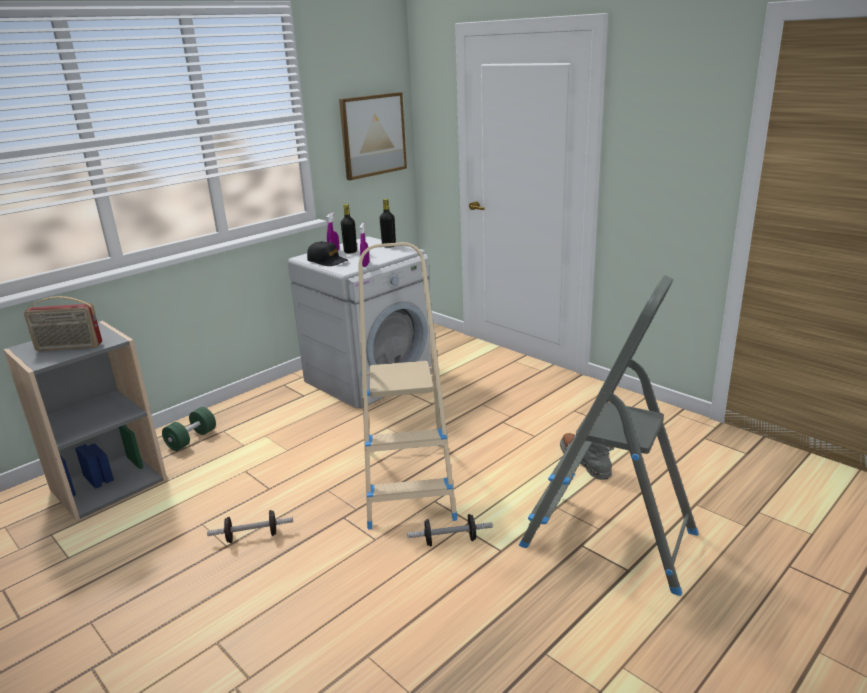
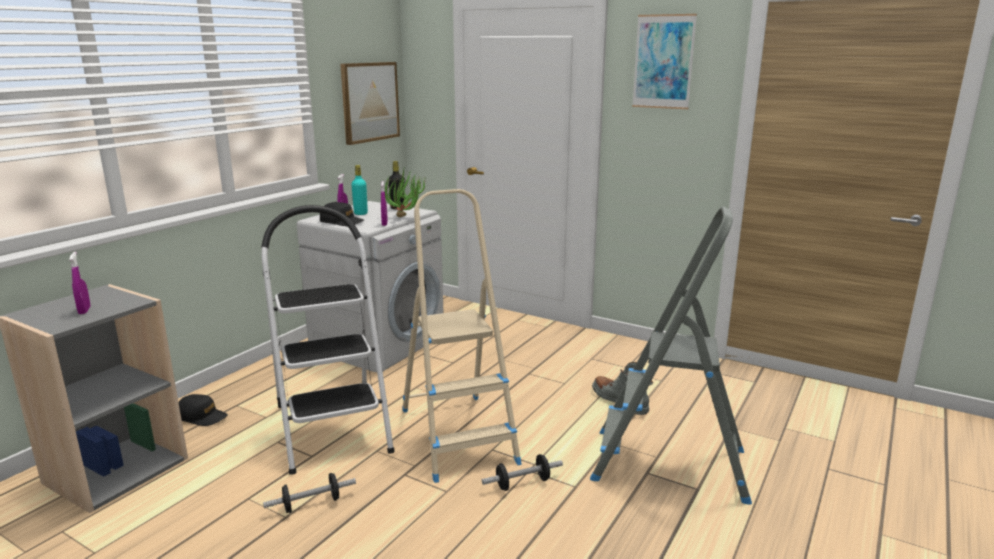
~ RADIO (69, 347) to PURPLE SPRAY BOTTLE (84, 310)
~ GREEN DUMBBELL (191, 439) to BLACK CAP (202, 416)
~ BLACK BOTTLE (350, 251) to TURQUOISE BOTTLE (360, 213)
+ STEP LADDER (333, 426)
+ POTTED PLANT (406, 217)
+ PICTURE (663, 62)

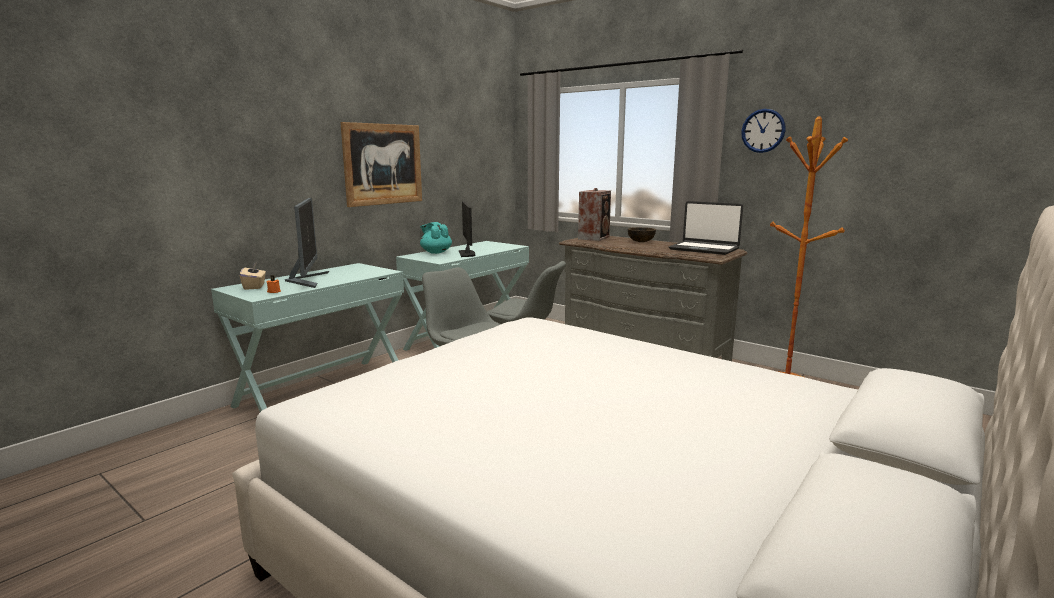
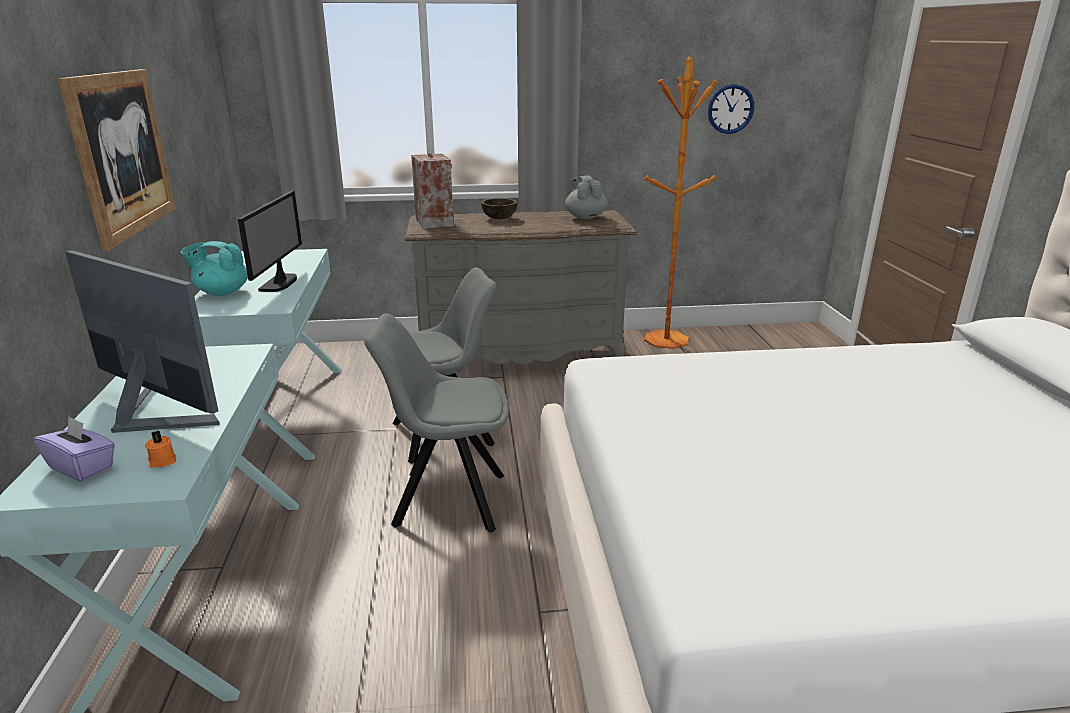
~ BEIGE TISSUE BOX (254, 286) to PURPLE TISSUE BOX (82, 467)
~ MONITOR (467, 254) = (280, 283) 60 degrees clockwise
~ LAPTOP (704, 249) to GREY TEAPOT (585, 217)
~ WALL CLOCK (763, 130) to (730, 109)

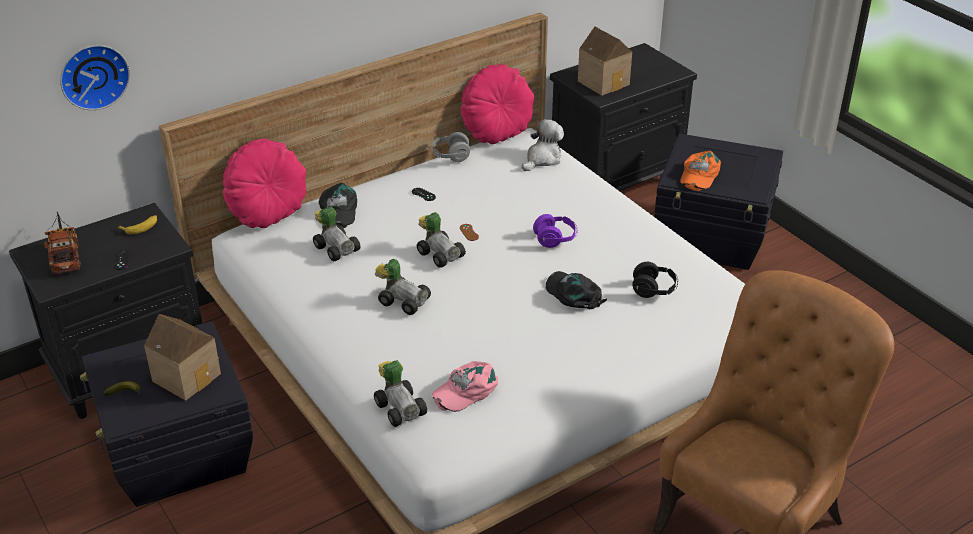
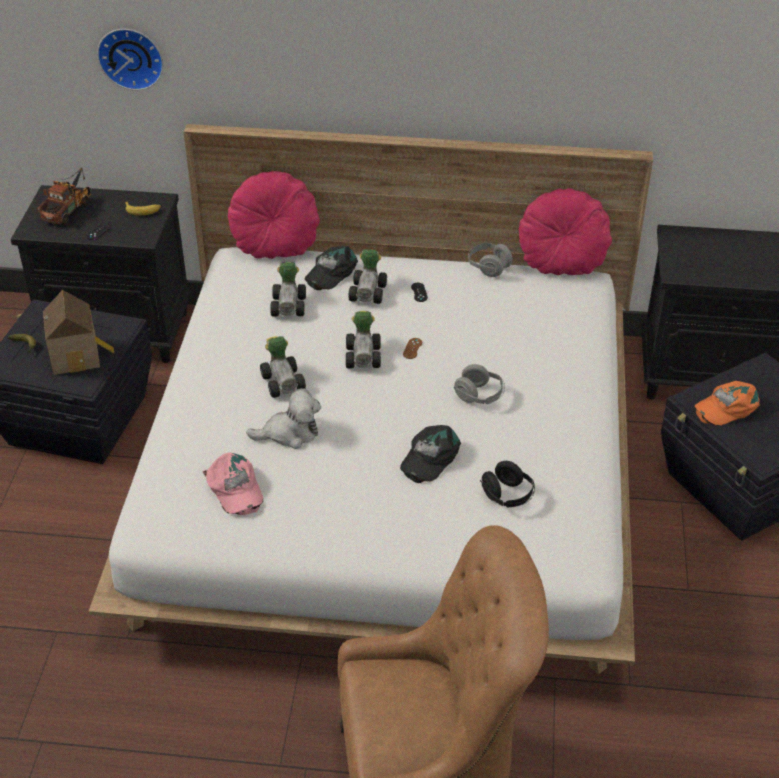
~ TOY CAR (400, 407) to (369, 291)
~ PINK CAP (466, 390) = (234, 489) 120 degrees counterclockwise
~ PLUSH TOY (542, 159) to (289, 433)
~ PURPLE HEADPHONES (555, 239) to GREY HEADPHONES (479, 396)
~ BLACK CAP (574, 294) = (429, 457) 150 degrees counterclockwise
- TOY HOUSE (605, 82)

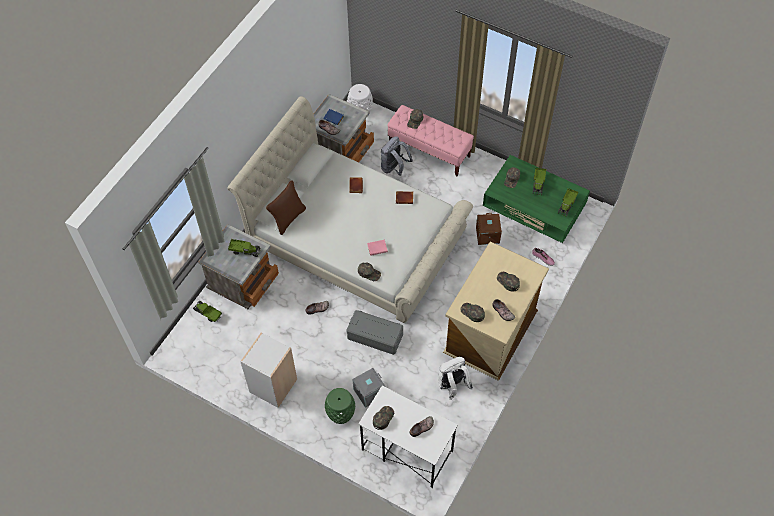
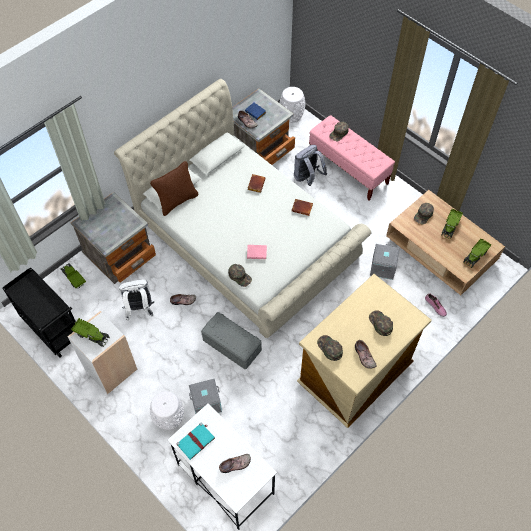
~ TOY TRUCK (245, 250) to (92, 335)
~ GREEN STOOL (340, 413) to WHITE STOOL (169, 418)
~ GREEN CAP (383, 418) to TURQUOISE BOOK (196, 441)
~ WHITE BACKPACK (452, 386) to (139, 309)
~ BROWN STORAGE BOX (487, 235) to GREY STORAGE BOX (382, 267)
~ GREEN COFFEE TABLE (534, 207) to BROWN COFFEE TABLE (440, 250)
+ BLACK CART (54, 331)

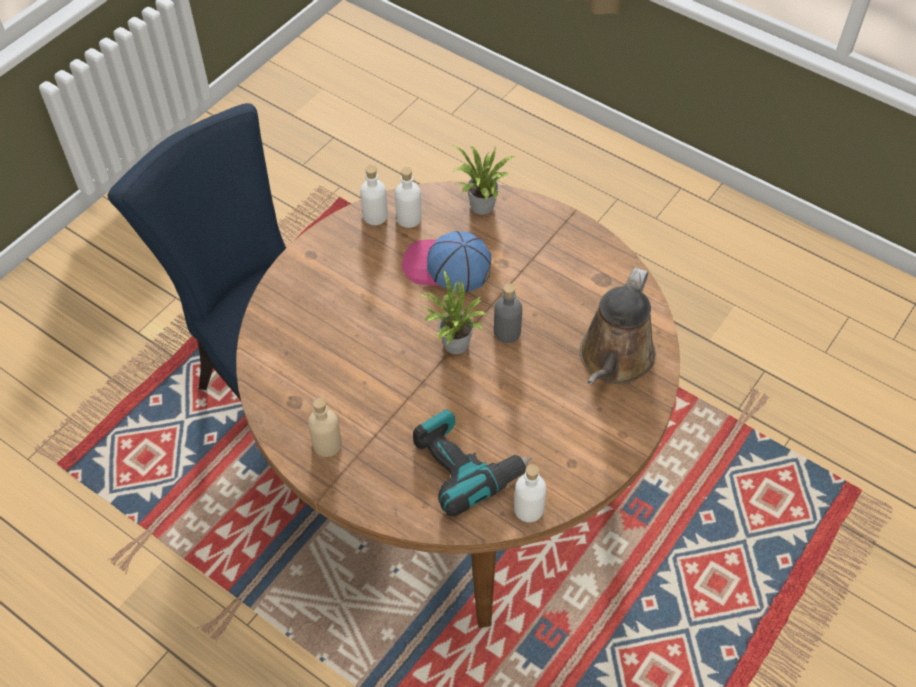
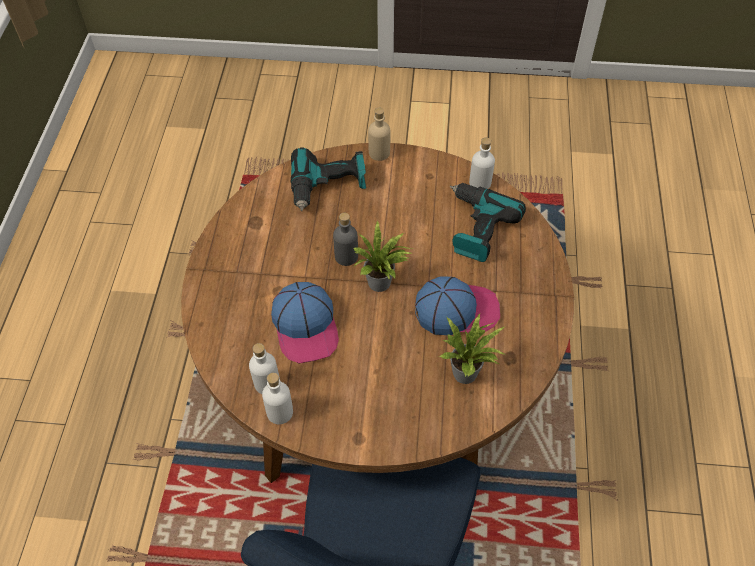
~ BEIGE BOTTLE (327, 444) to (379, 153)
~ POTTED PLANT (481, 208) to (468, 373)
~ BROWN WATERING CAN (614, 360) to POWER DRILL (328, 187)
+ CAP (457, 310)

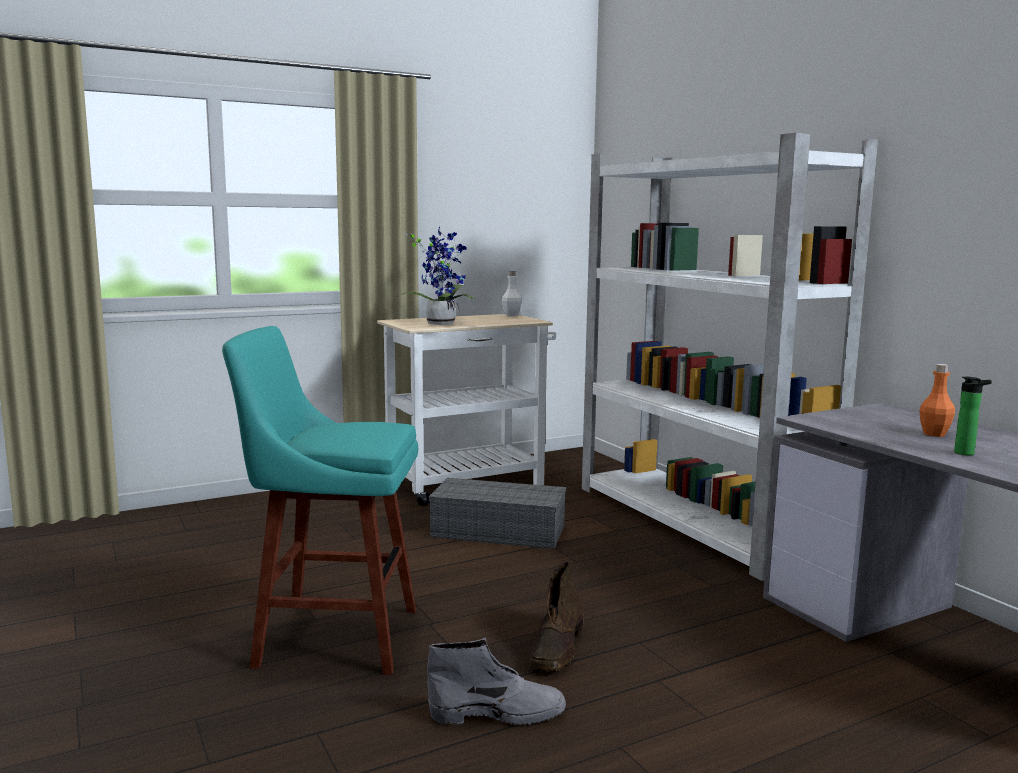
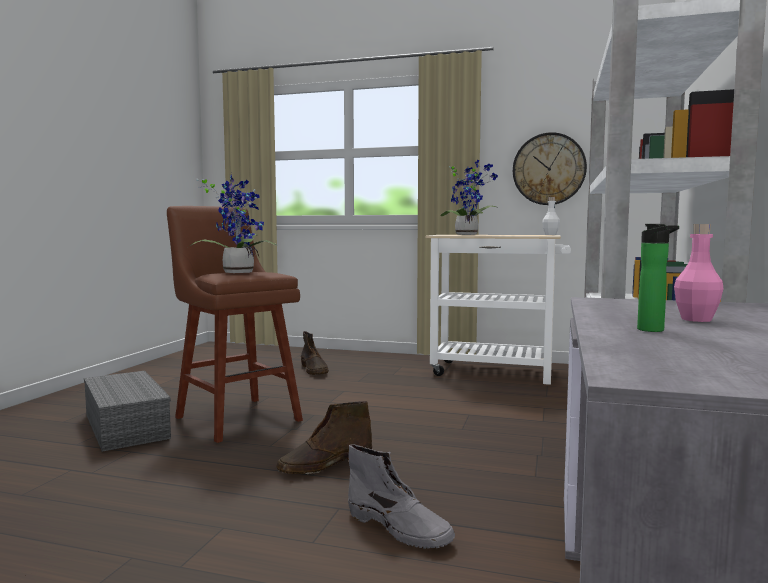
~ TURQUOISE STOOL (333, 636) to BROWN STOOL (237, 418)
~ GREY BOOT (498, 713) to (399, 528)
~ GREY STORAGE BOX (496, 532) to (124, 426)
~ ORANGE BOTTLE (934, 434) to PINK BOTTLE (696, 319)
+ POTTED PLANT (238, 272)
+ BROWN BOOT (314, 370)
+ WALL CLOCK (549, 169)

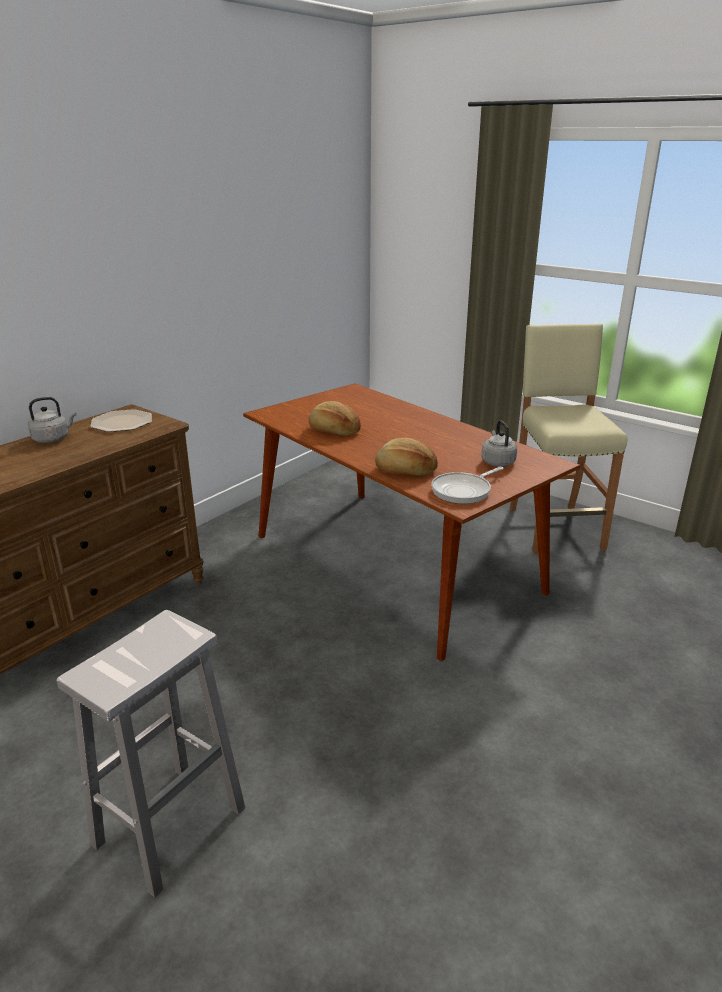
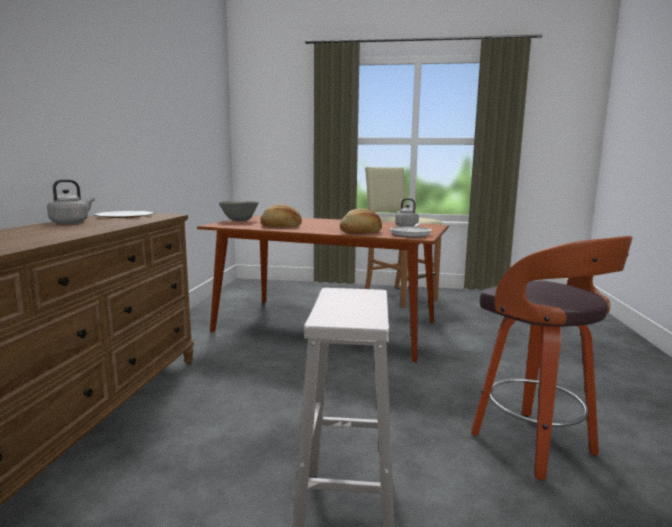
+ GREY BOWL (239, 220)
+ STOOL (535, 445)

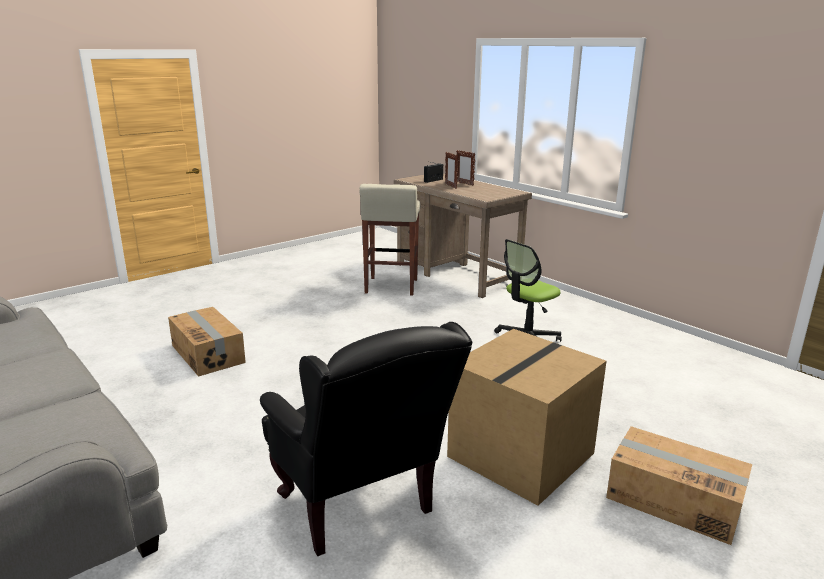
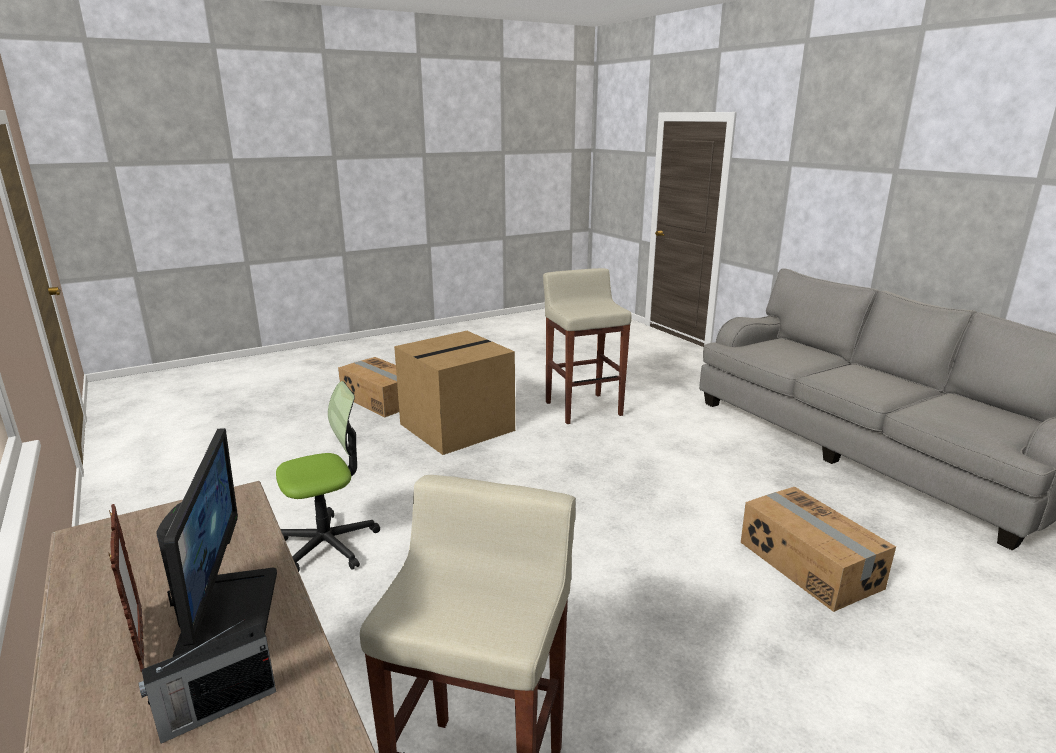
~ BLACK ARMCHAIR (363, 513) to BEIGE STOOL (583, 408)
~ PICTURE FRAME (450, 186) to MONITOR (226, 612)

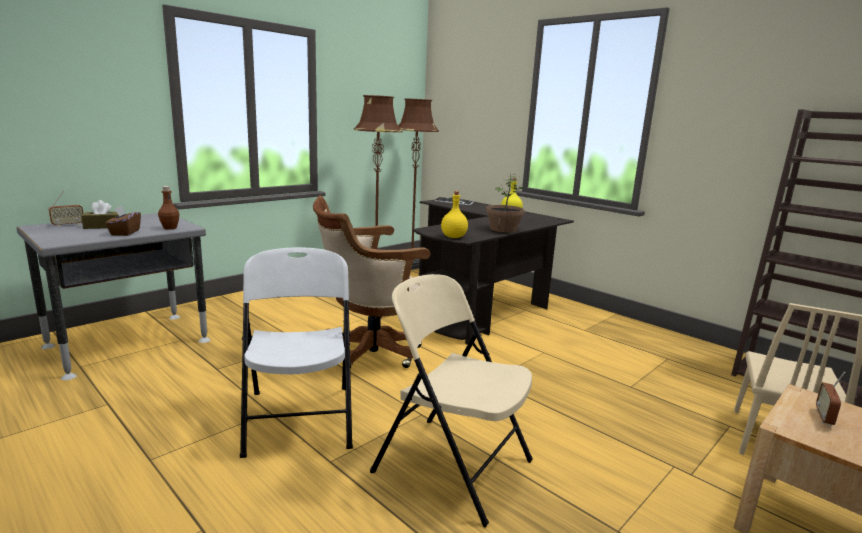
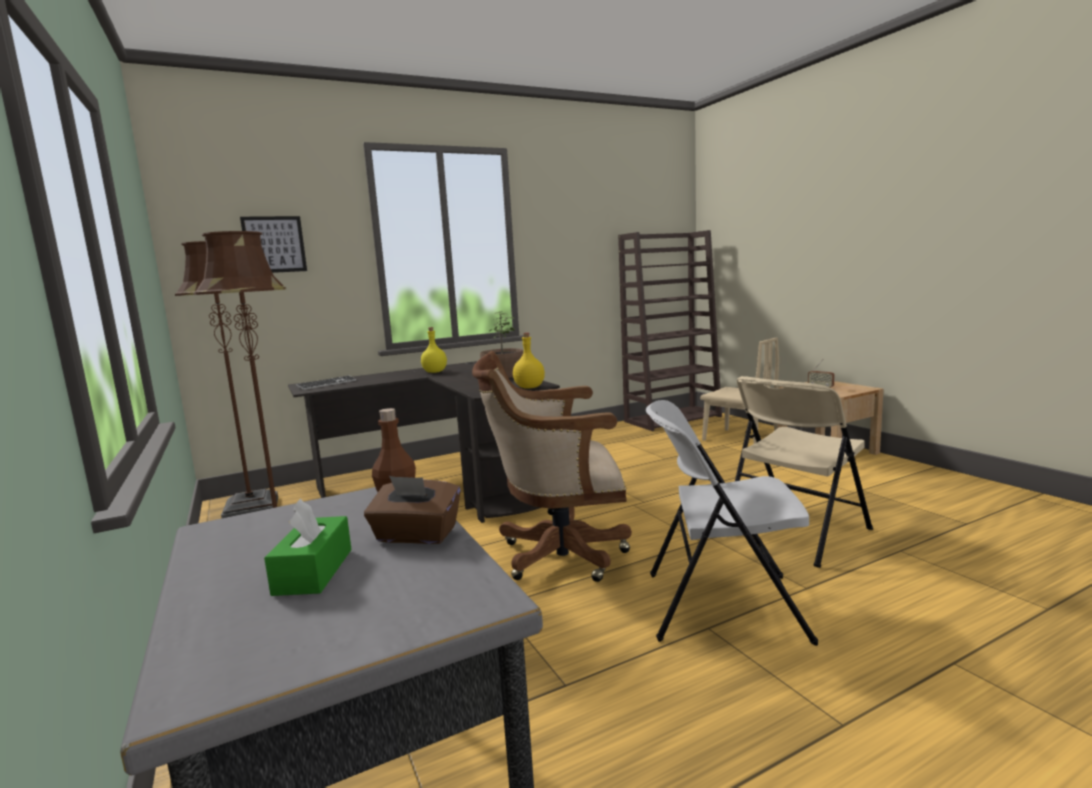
- RADIO (68, 225)
~ BROWN TISSUE BOX (103, 226) to GREEN TISSUE BOX (313, 571)
~ OFFICE CHAIR (369, 352) = (557, 556) 90 degrees clockwise
+ PICTURE (274, 244)

